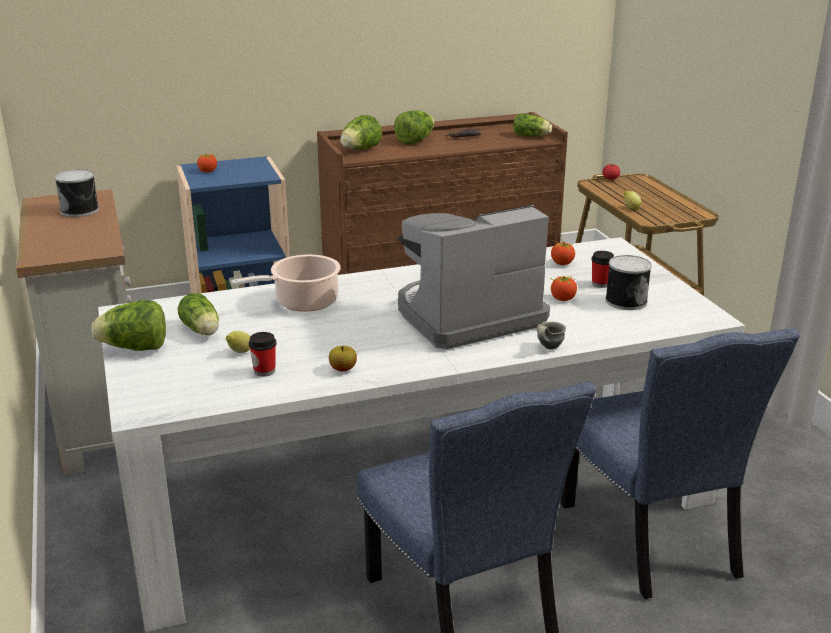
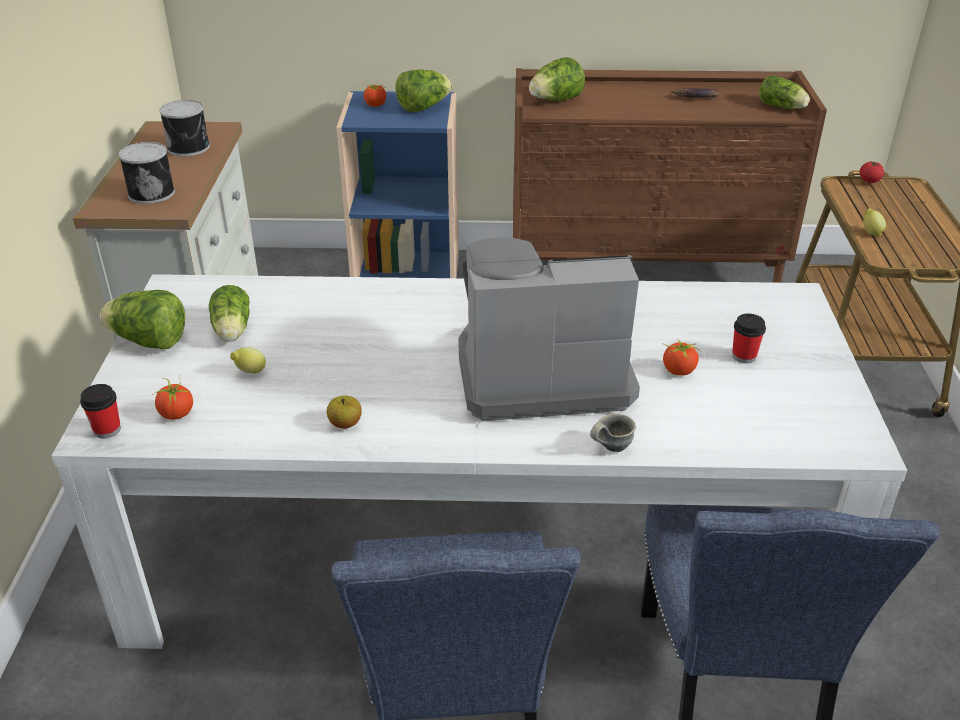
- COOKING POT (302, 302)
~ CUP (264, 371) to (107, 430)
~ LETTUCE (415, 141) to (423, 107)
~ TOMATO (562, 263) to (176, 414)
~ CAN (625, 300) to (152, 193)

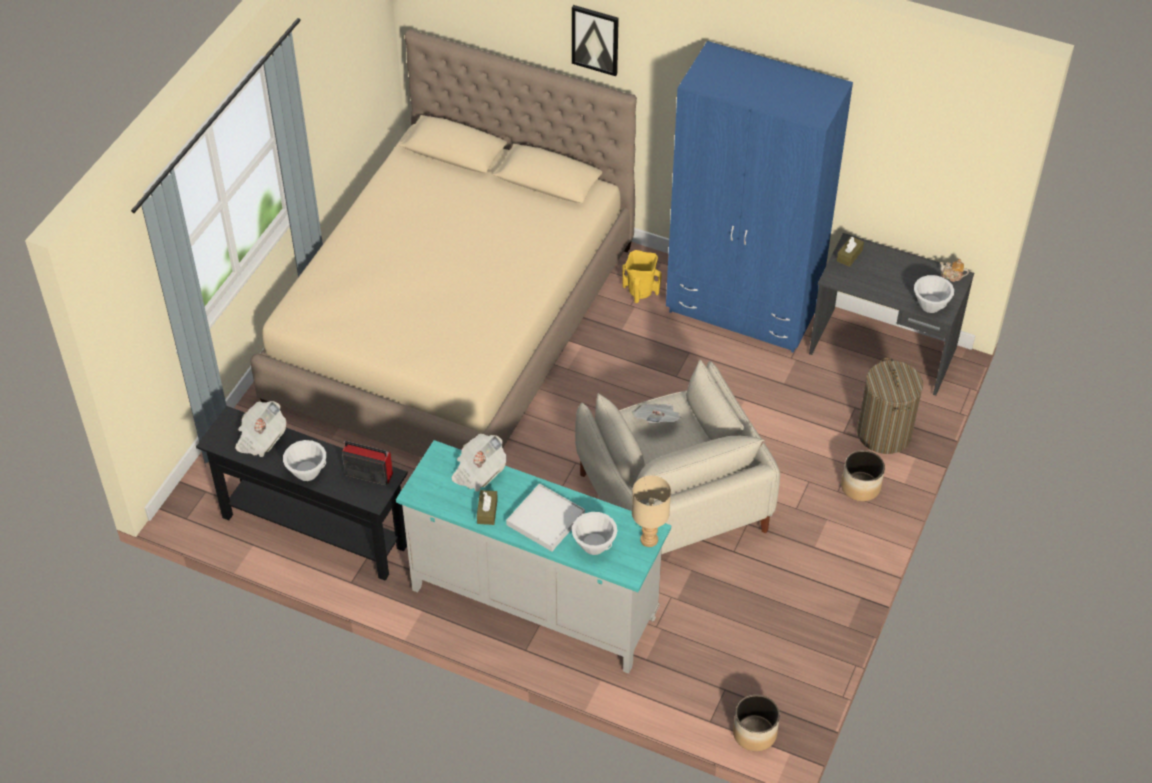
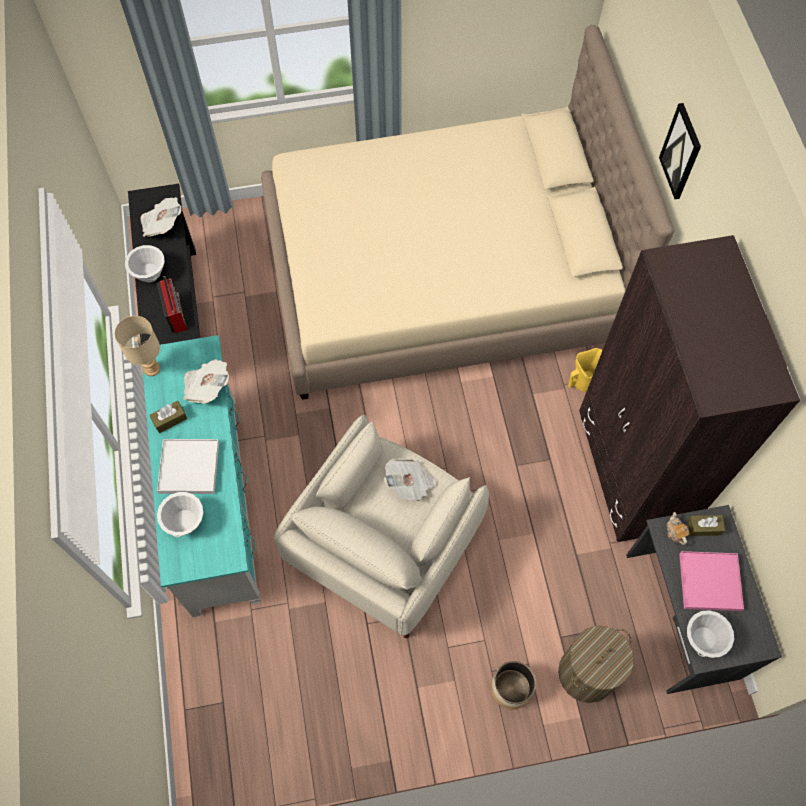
~ BEIGE TABLE LAMP (648, 539) to (151, 368)
~ BLUE WARDROBE (743, 310) to BROWN WARDROBE (630, 472)
- PLANTER (754, 733)
~ TEAPOT (952, 276) to (675, 532)
+ PINK TRAY (709, 582)

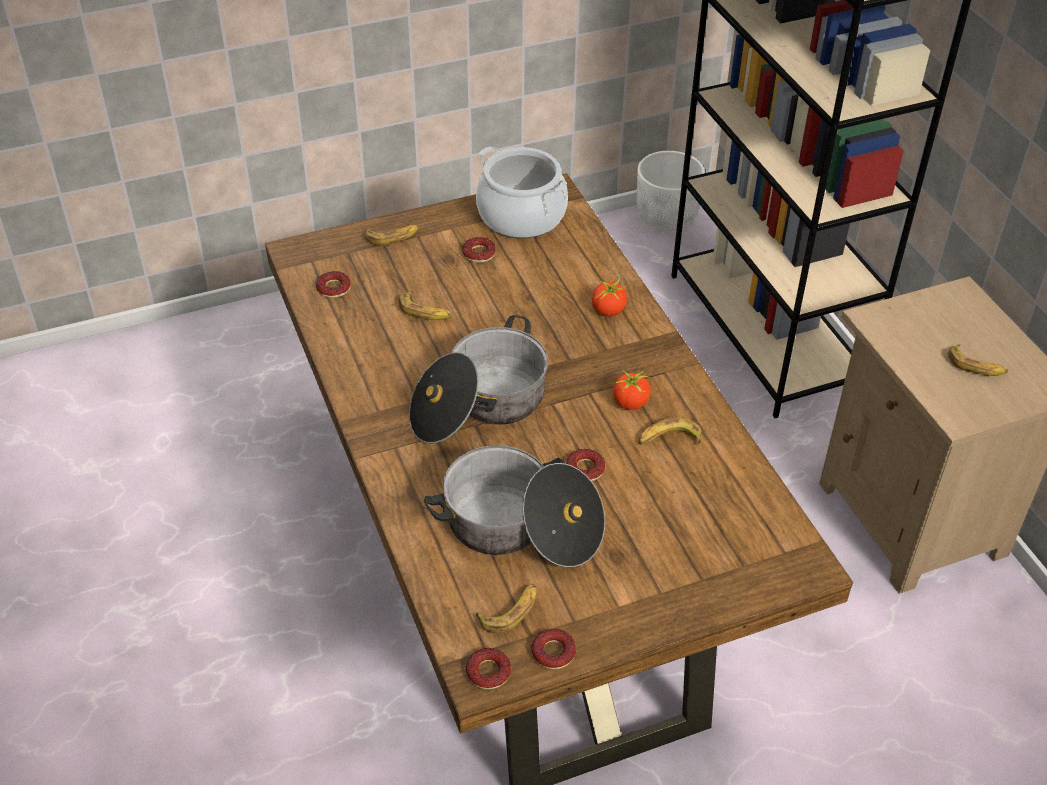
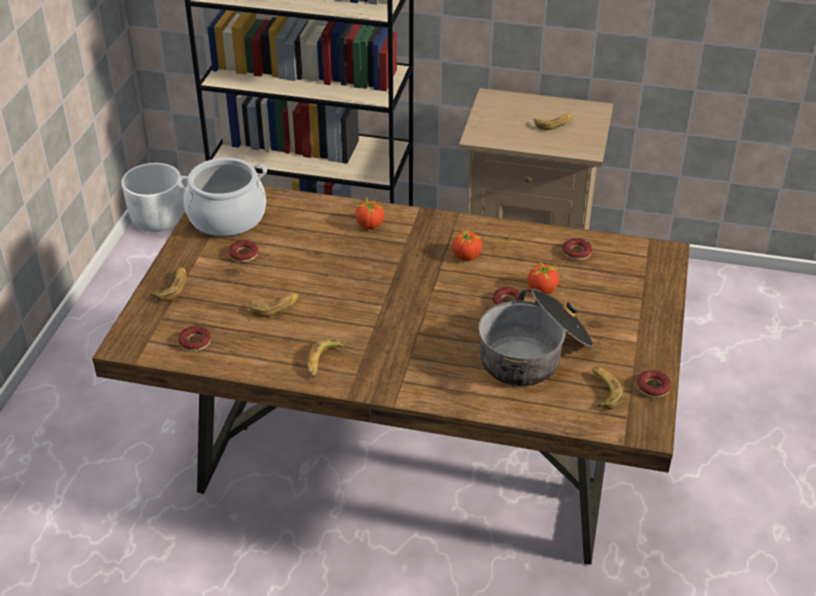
- COOKING POT (479, 405)
~ DONUT (488, 672) to (576, 252)
~ BANANA (669, 439) to (323, 361)
+ TOMATO (541, 290)

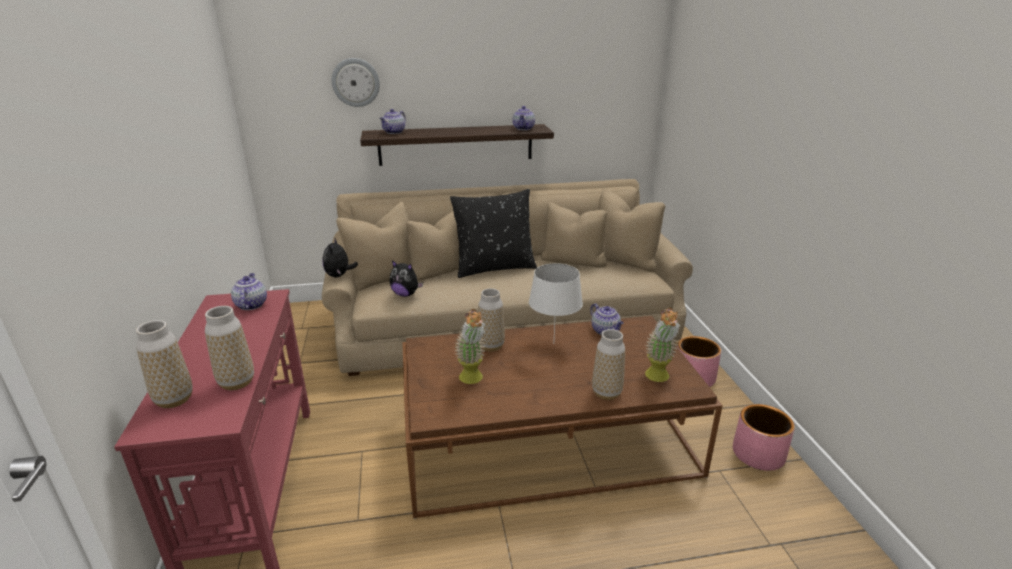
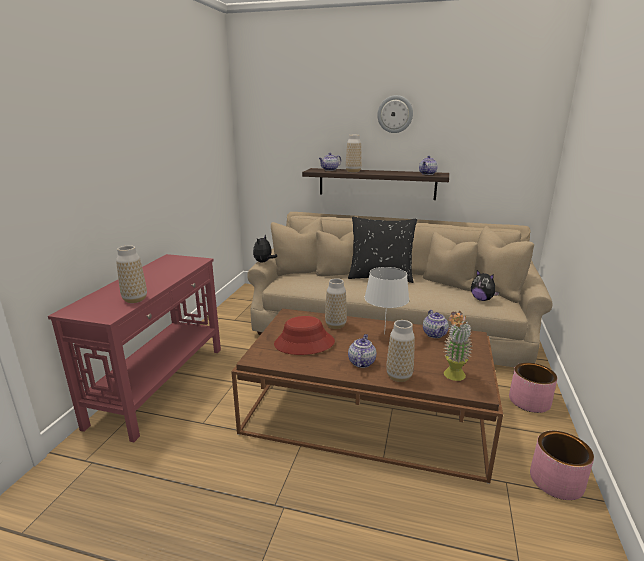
~ VASE (174, 400) to (353, 171)
~ TEAPOT (251, 305) to (361, 362)
~ WALL CLOCK (355, 82) to (395, 114)
~ PLUSH TOY (406, 294) to (482, 299)
~ POTTED PLANT (473, 380) to RED HAT (304, 343)

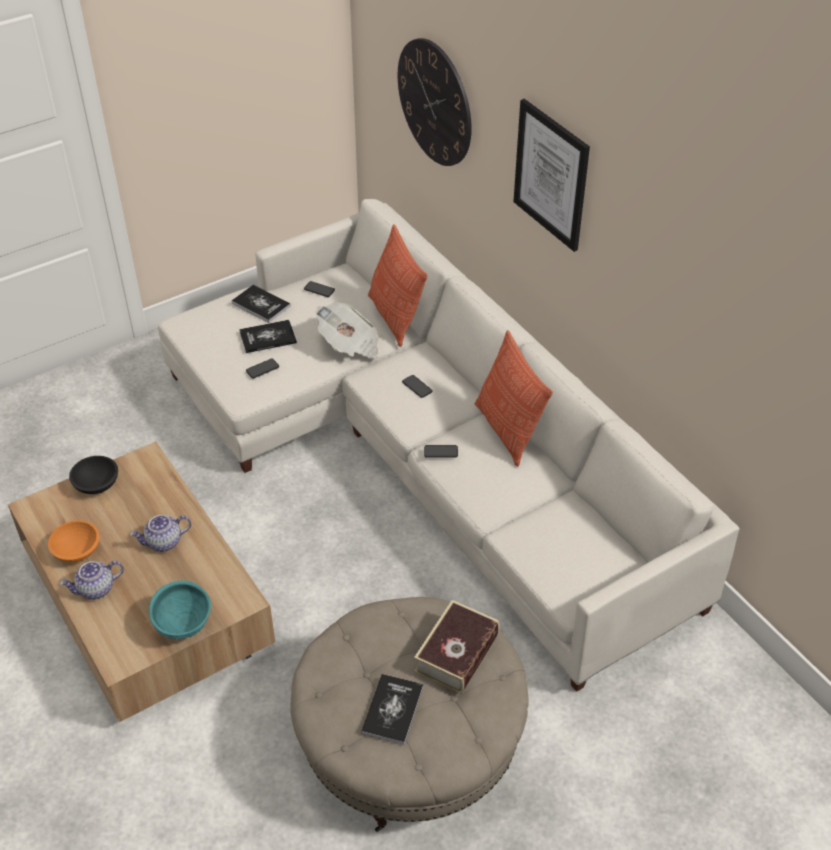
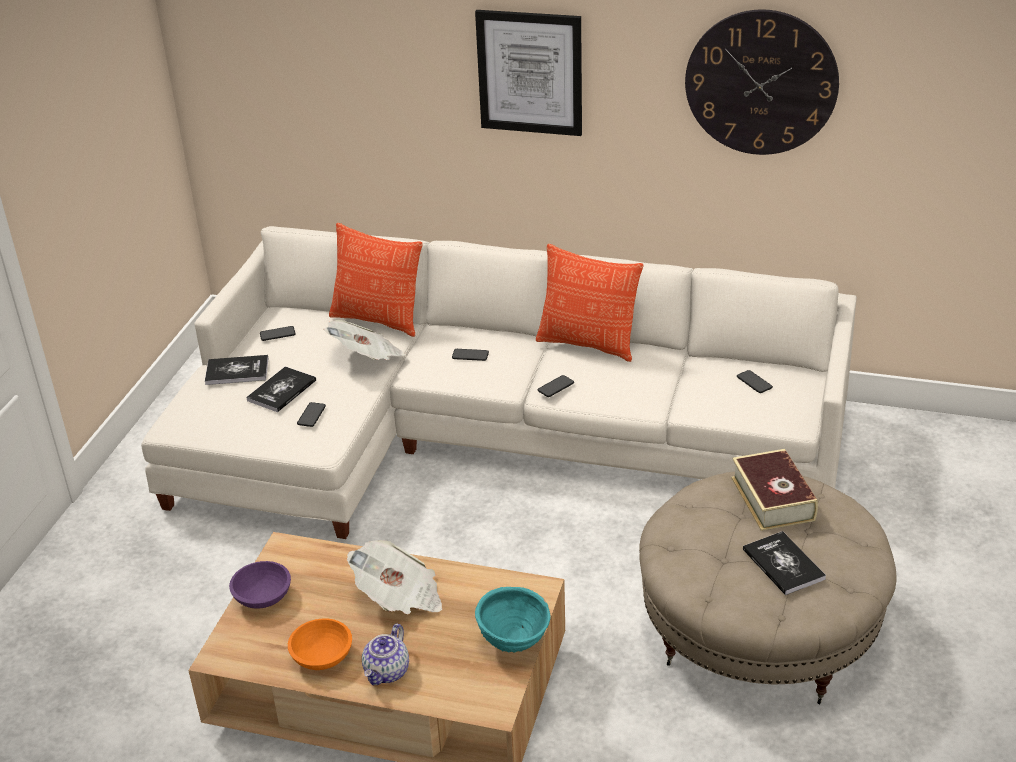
~ BLACK BOWL (97, 484) to PURPLE BOWL (264, 597)
~ TEAPOT (163, 542) to NEWSPAPER (399, 597)
~ WALL CLOCK (435, 102) to (761, 83)
+ PHONE (754, 382)

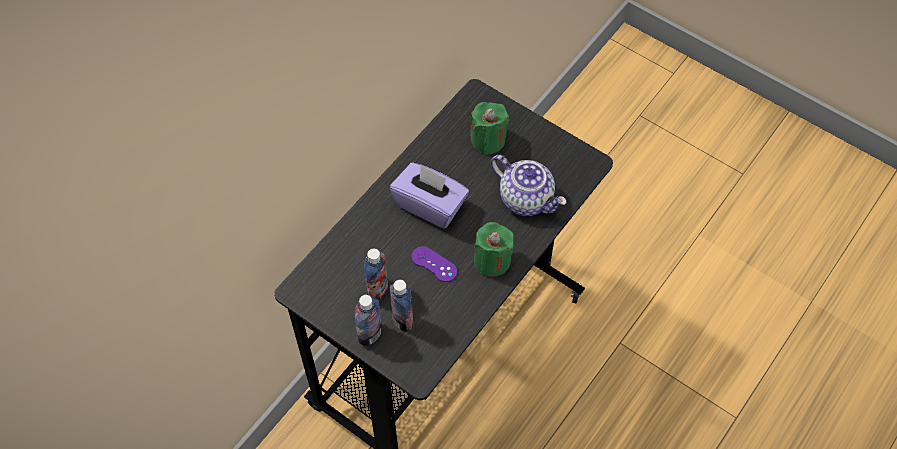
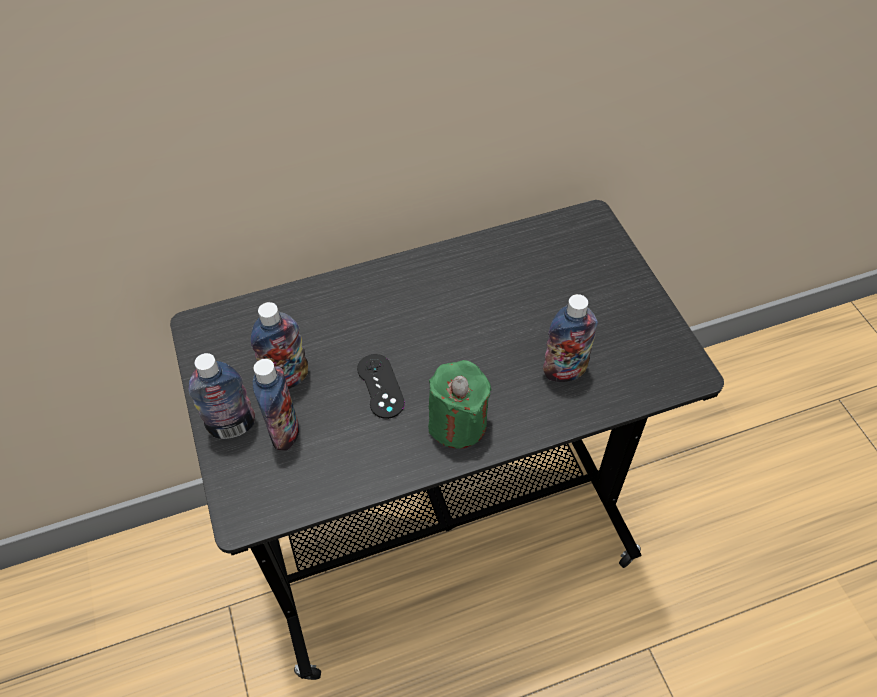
- PURPLE TISSUE BOX (430, 205)
~ PURPLE GAME CONTROLLER (434, 264) to BLACK GAME CONTROLLER (380, 386)
- GREEN CANDLE (488, 140)
~ TEAPOT (527, 198) to BOTTLE (564, 371)

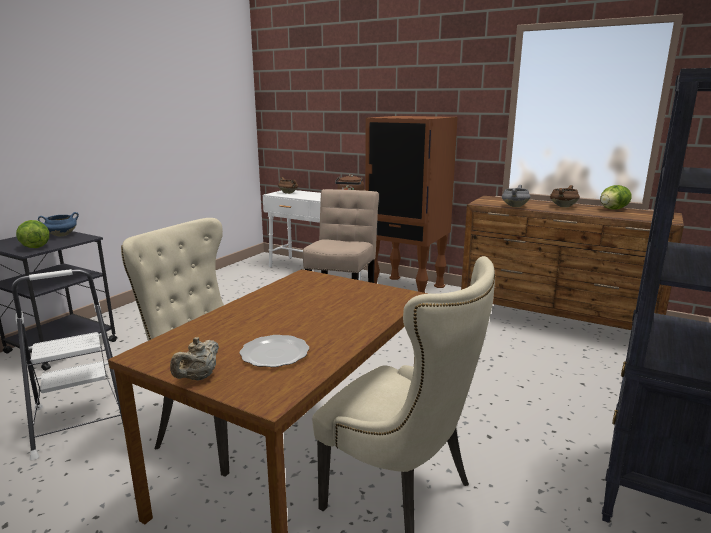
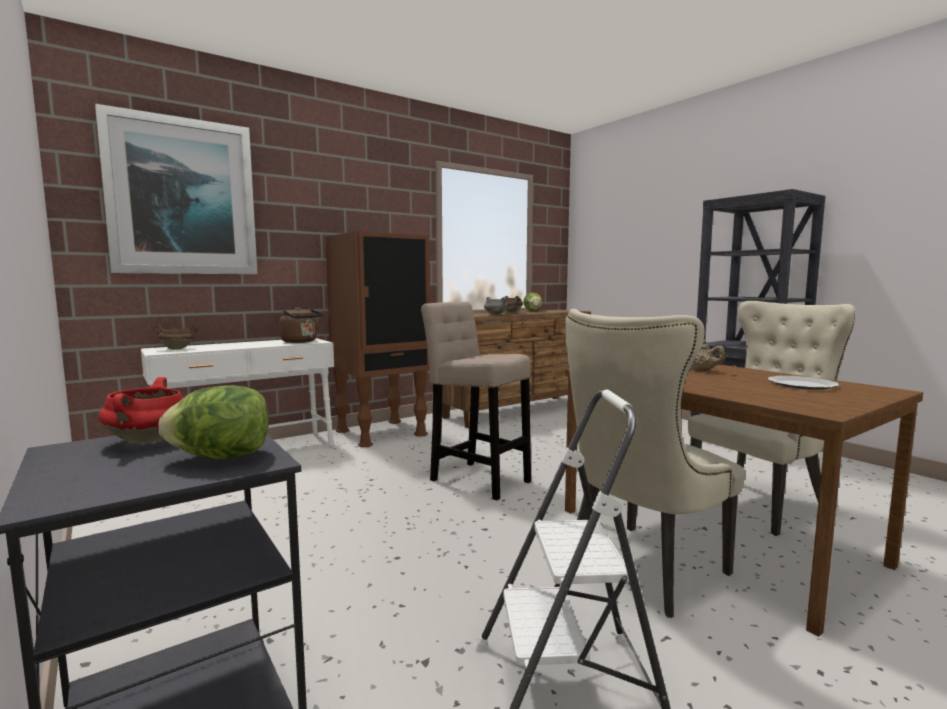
~ BLUE COOKING POT (61, 235) to RED COOKING POT (148, 441)
~ BEIGE TEAPOT (198, 377) to (702, 370)
+ PICTURE (182, 198)

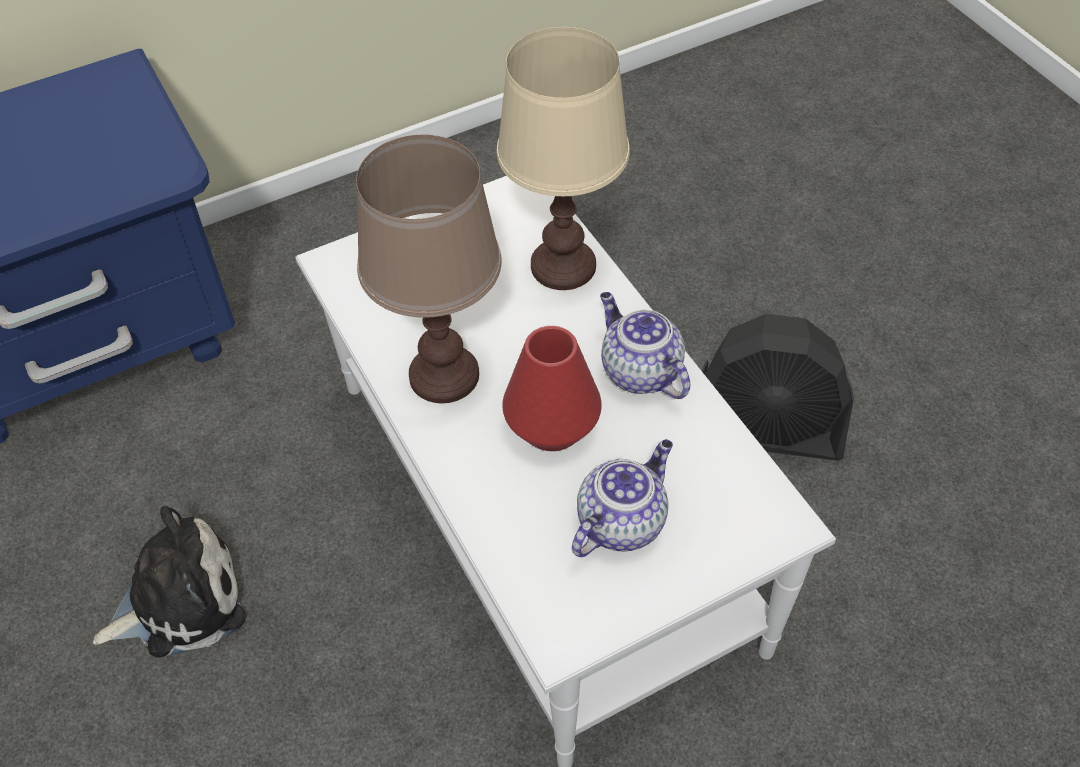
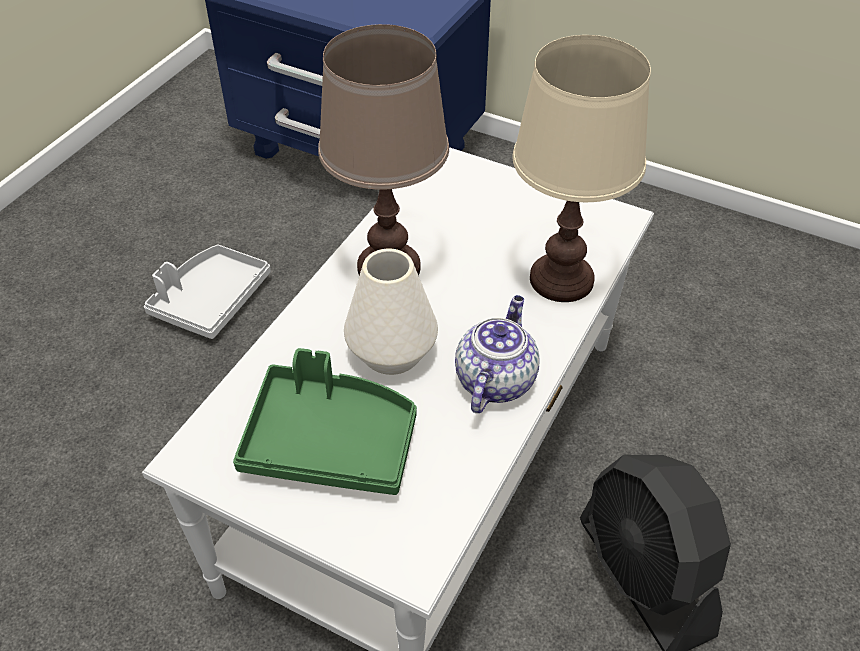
~ PLUSH TOY (179, 601) to GREY TRAY (211, 300)
~ RED VASE (551, 426) to WHITE VASE (391, 352)
~ TEAPOT (621, 521) to GREEN TRAY (330, 442)

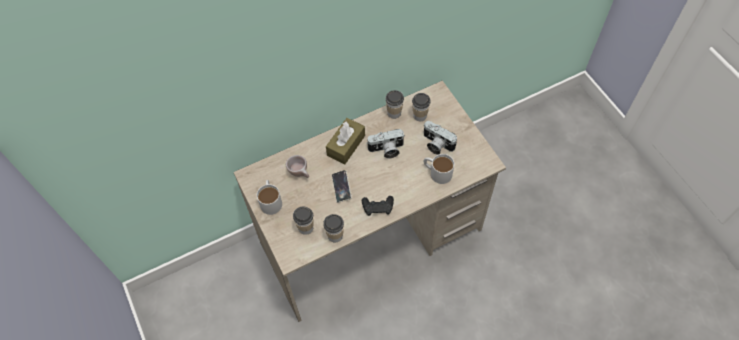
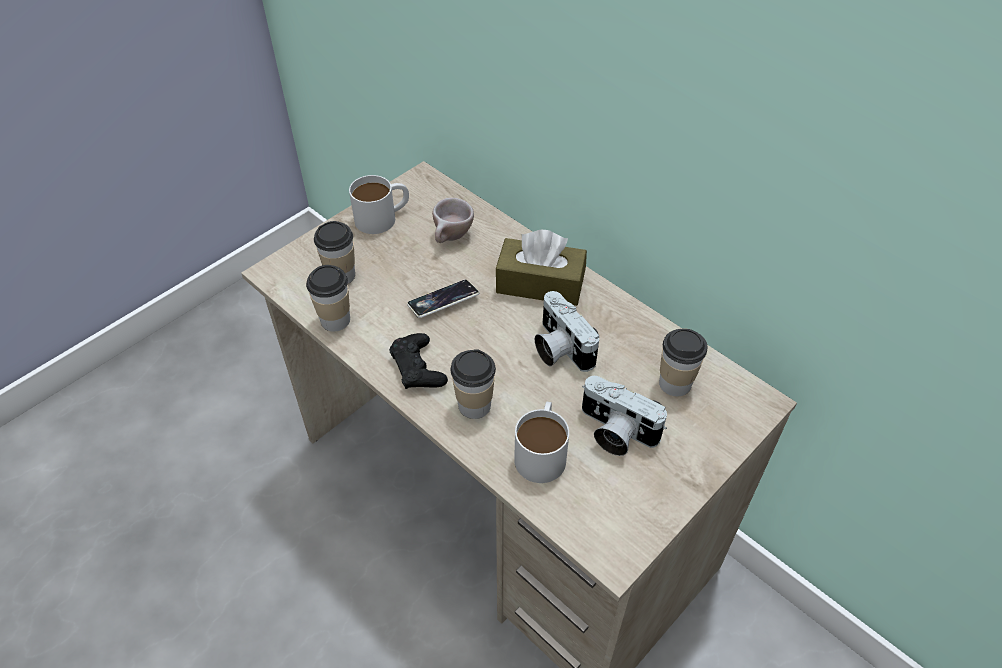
~ CUP (394, 113) to (474, 405)
~ PHOTO CAMERA (436, 144) = (614, 432) 75 degrees counterclockwise

